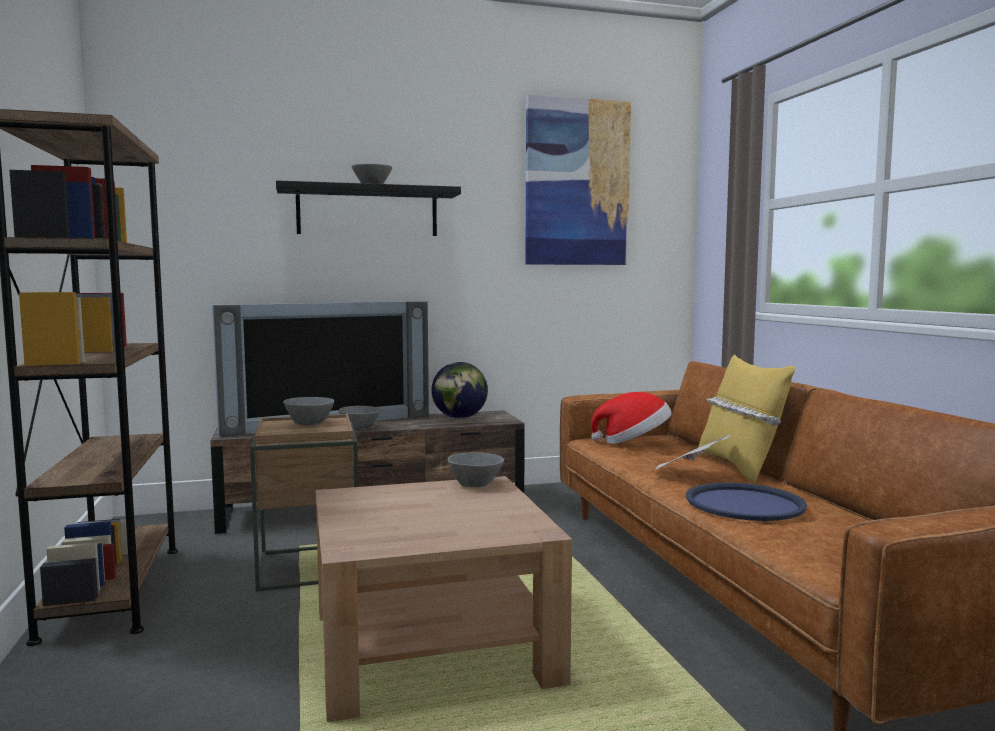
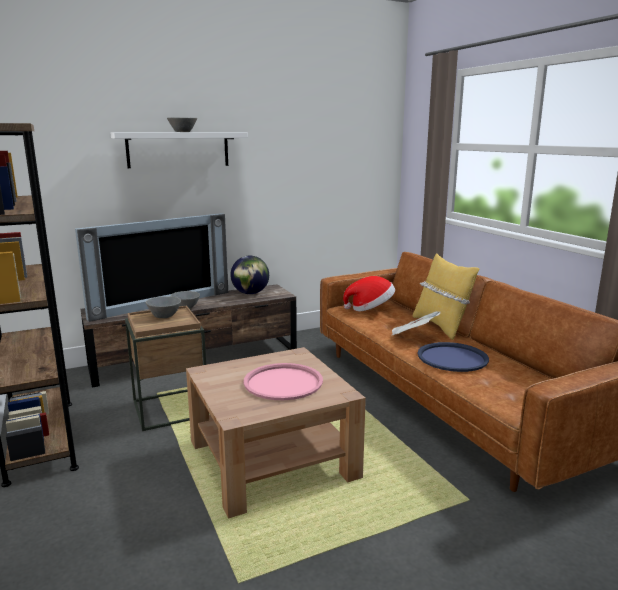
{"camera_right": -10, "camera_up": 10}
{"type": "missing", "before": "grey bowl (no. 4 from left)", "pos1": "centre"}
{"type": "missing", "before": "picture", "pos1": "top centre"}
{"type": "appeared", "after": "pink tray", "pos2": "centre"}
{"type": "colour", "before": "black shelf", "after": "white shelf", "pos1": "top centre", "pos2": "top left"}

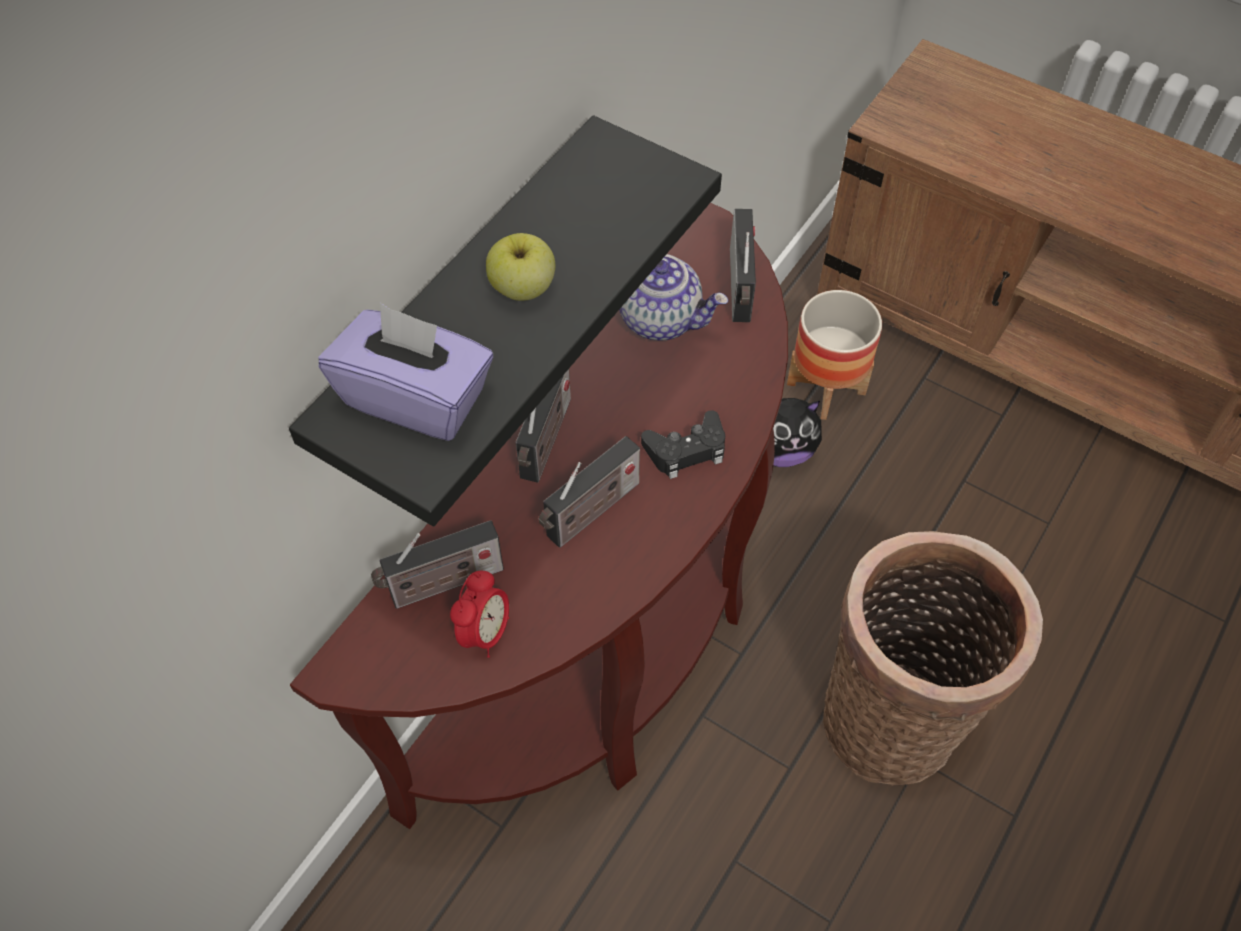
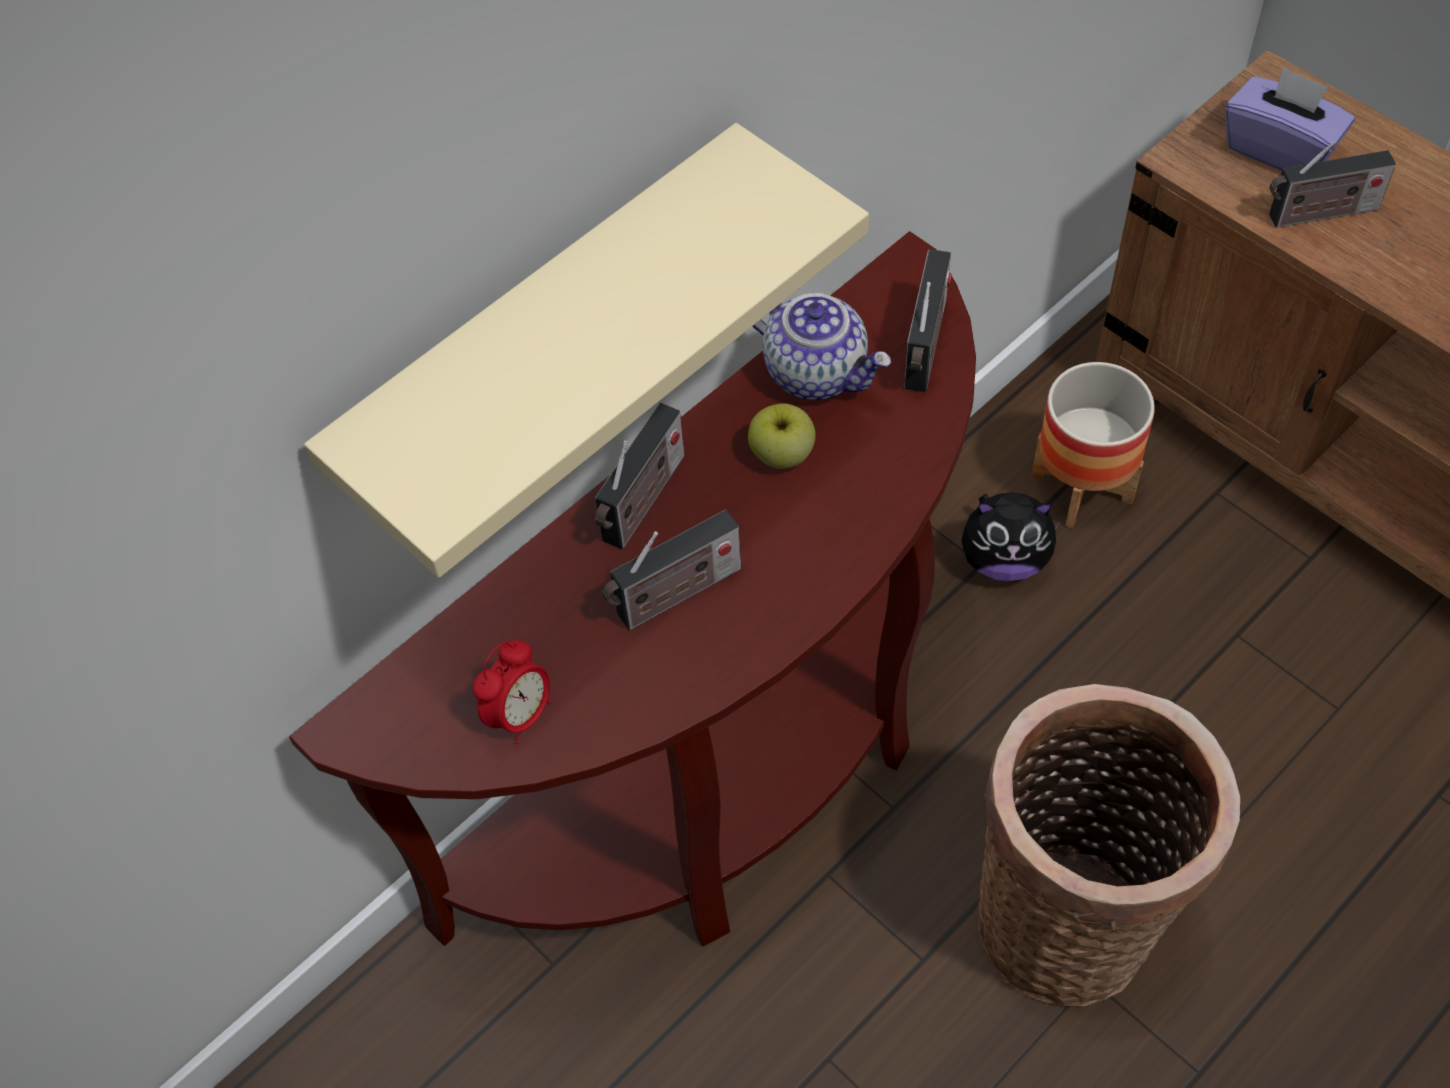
{"camera_right": 15, "camera_up": 0}
{"type": "missing", "before": "black game controller", "pos1": "centre"}
{"type": "relocated", "before": "purple tissue box", "pos1": "middle left", "pos2": "top right"}
{"type": "relocated", "before": "radio (no. 1 from left in the first image)", "after": "radio (no. 4 from left)", "pos1": "centre", "pos2": "top right"}
{"type": "relocated", "before": "apple", "pos1": "top centre", "pos2": "centre"}
{"type": "colour", "before": "black shelf", "after": "beige shelf", "pos1": "centre", "pos2": "top centre"}

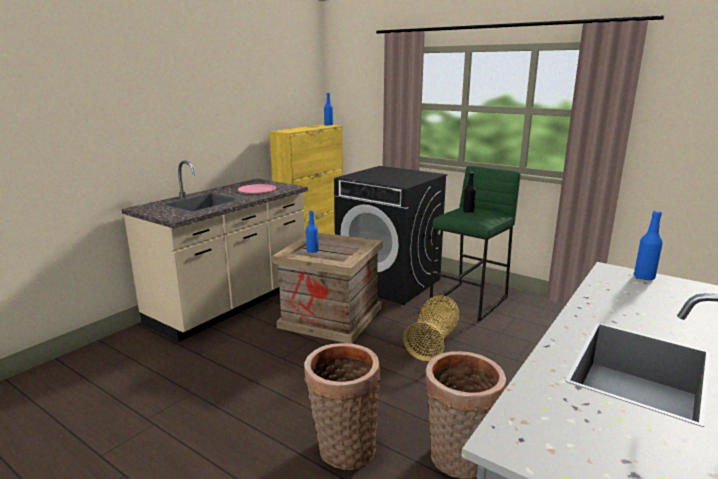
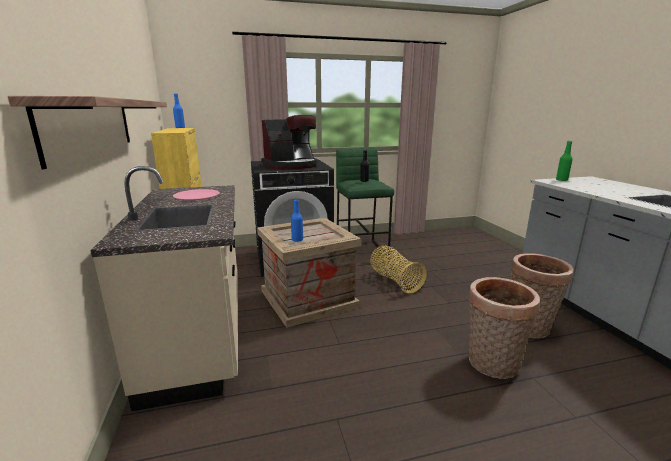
{"camera_right": -50, "camera_up": 0}
{"type": "appeared", "after": "shelf", "pos2": "top left"}
{"type": "appeared", "after": "coffee machine", "pos2": "top centre"}
{"type": "colour", "before": "blue bottle (no. 3 from left)", "after": "green bottle", "pos1": "middle right", "pos2": "middle right"}

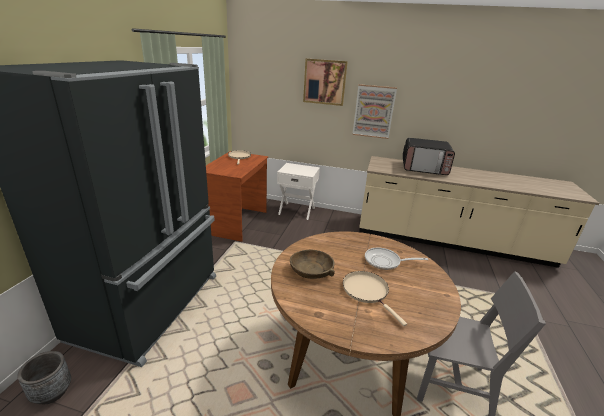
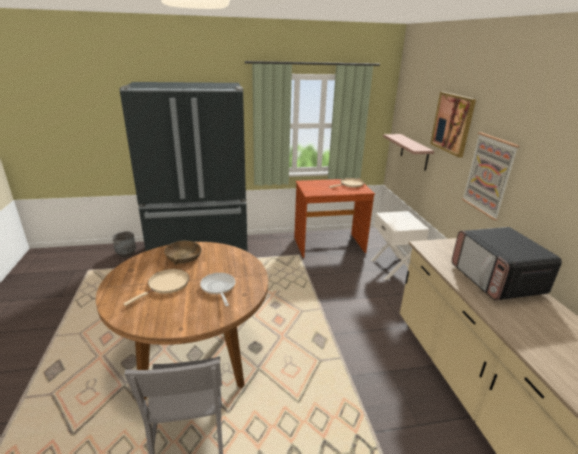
{"camera_right": 65, "camera_up": 0}
{"type": "appeared", "after": "shelf", "pos2": "middle right"}

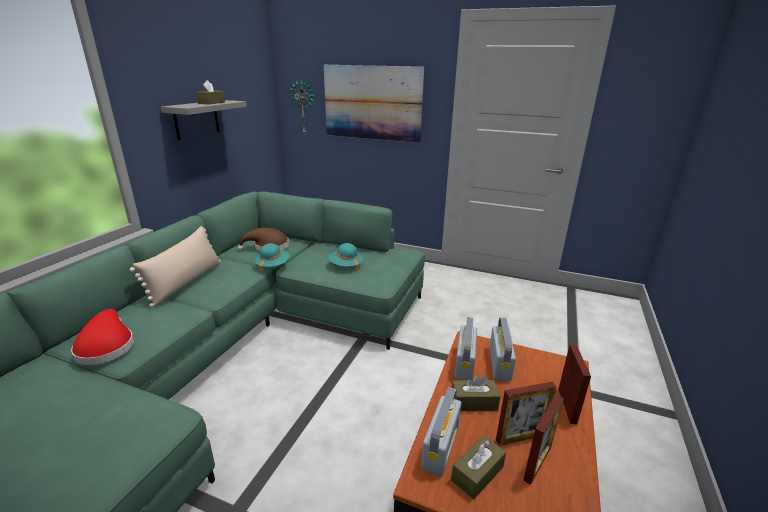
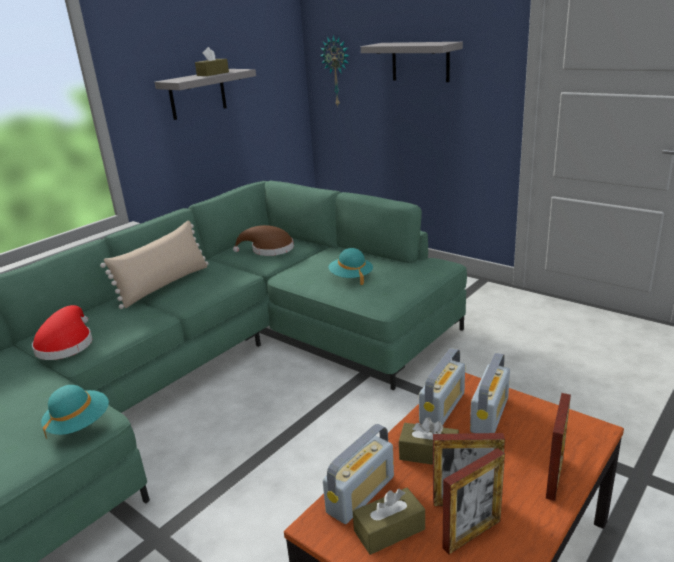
{"camera_right": 20, "camera_up": 0}
{"type": "relocated", "before": "turquoise hat (no. 1 from left)", "pos1": "centre", "pos2": "bottom left"}
{"type": "exchanged", "before": "picture", "after": "grey shelf (no. 2 from left)", "pos1": "top centre", "pos2": "top centre"}

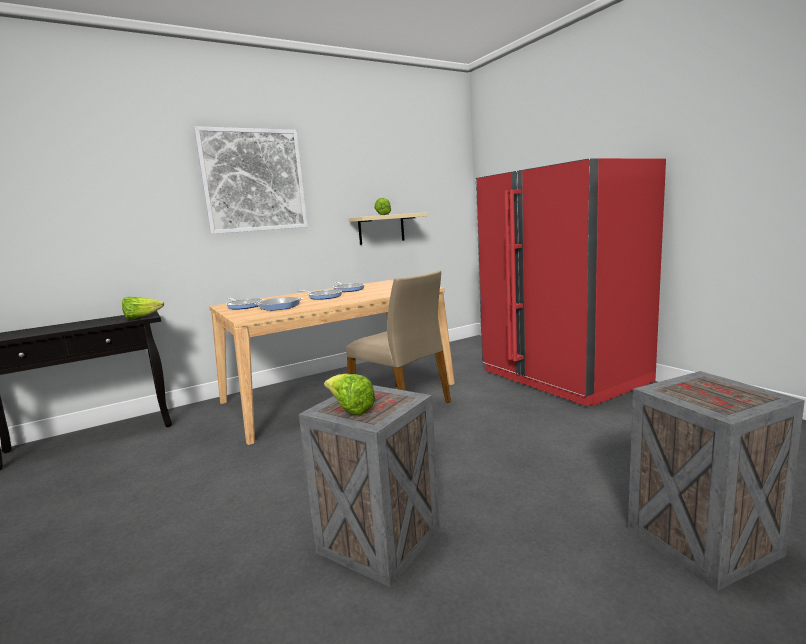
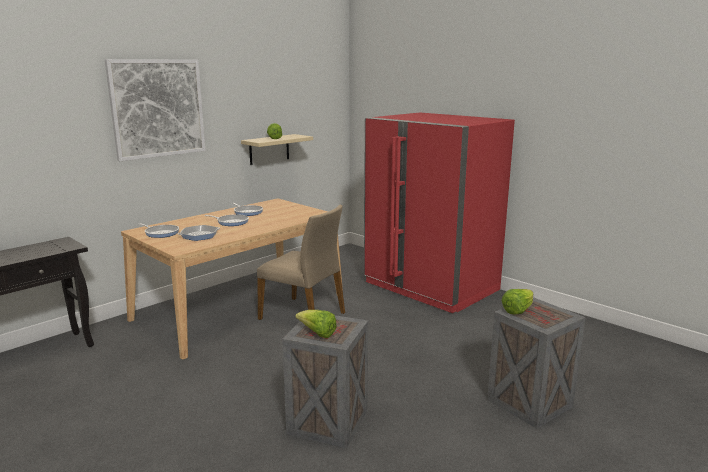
{"camera_right": -15, "camera_up": 5}
{"type": "relocated", "before": "lettuce (no. 1 from left in the first image)", "after": "lettuce (no. 3 from left)", "pos1": "middle left", "pos2": "middle right"}

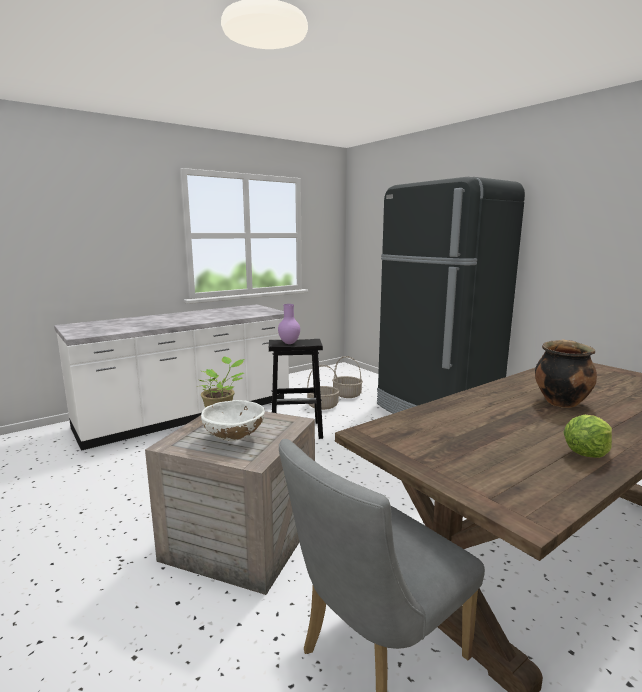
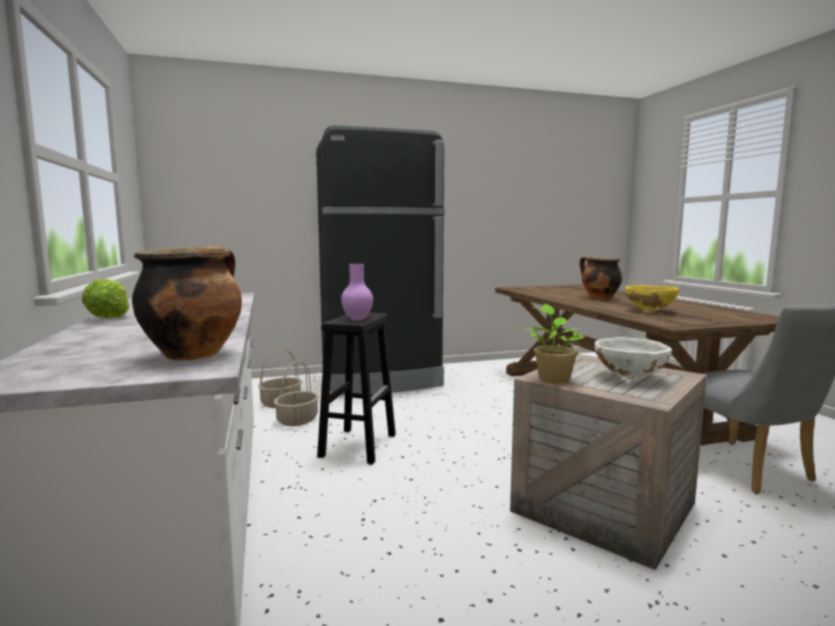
{"camera_right": -70, "camera_up": -5}
{"type": "appeared", "after": "cooking pot (no. 1 from left)", "pos2": "middle left"}
{"type": "appeared", "after": "yellow bowl", "pos2": "middle right"}
{"type": "relocated", "before": "lettuce", "pos1": "middle right", "pos2": "middle left"}

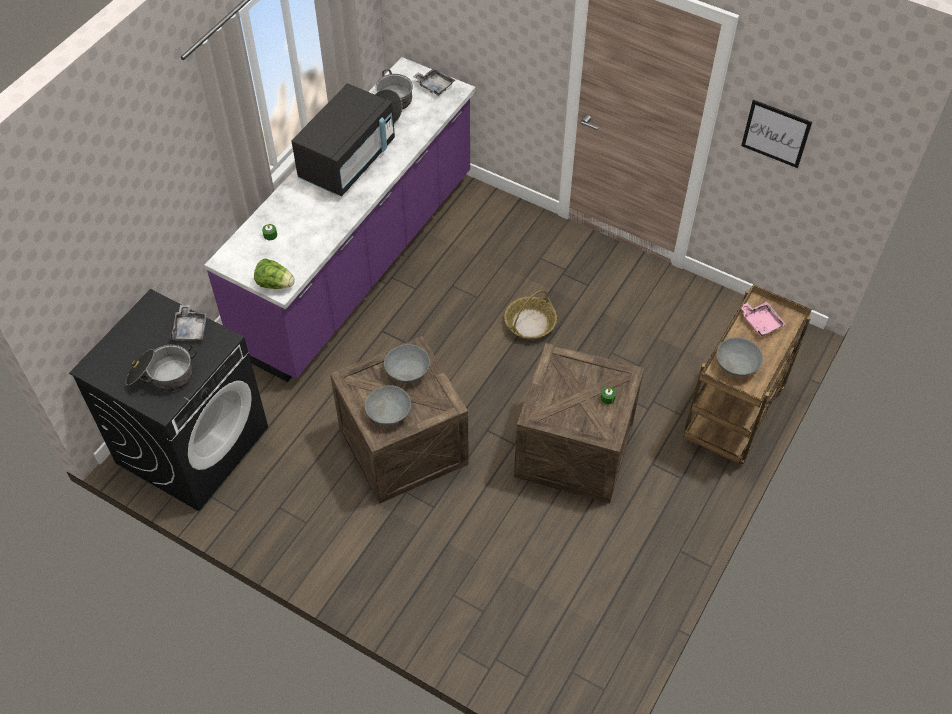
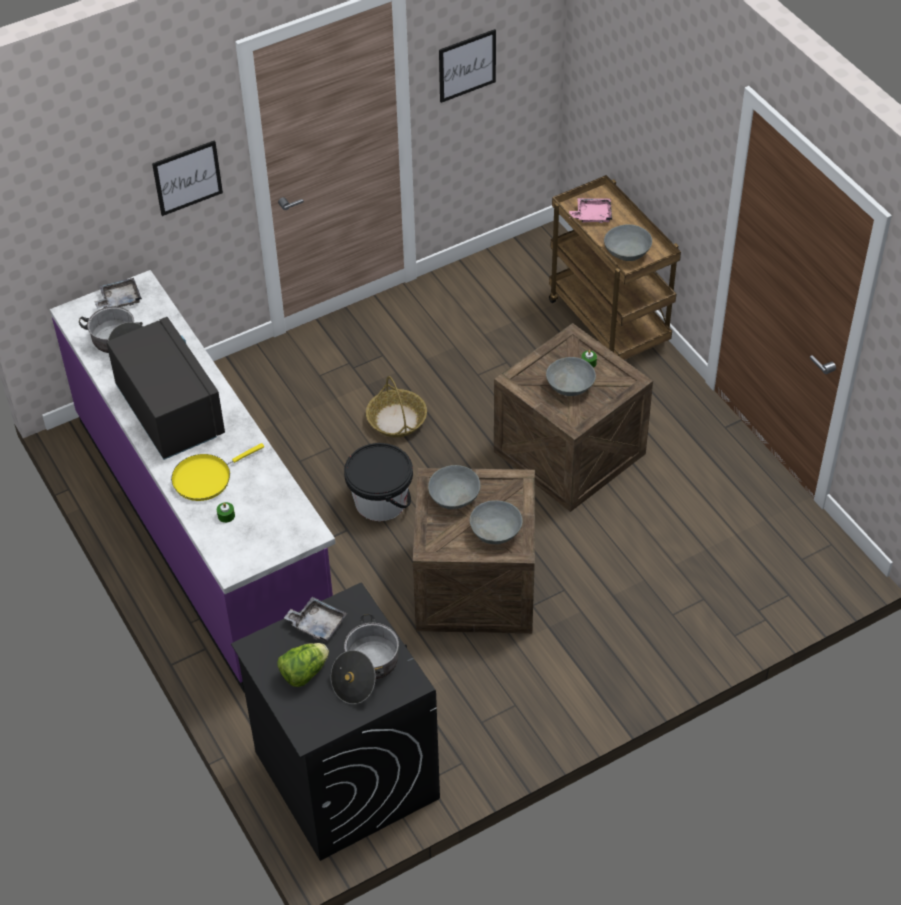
{"camera_right": -60, "camera_up": -5}
{"type": "appeared", "after": "picture (no. 1 from left)", "pos2": "top left"}
{"type": "appeared", "after": "yellow frying pan", "pos2": "middle left"}
{"type": "appeared", "after": "black bucket", "pos2": "centre"}
{"type": "appeared", "after": "grey bowl (no. 3 from left)", "pos2": "centre"}
{"type": "relocated", "before": "lettuce", "pos1": "middle left", "pos2": "bottom centre"}

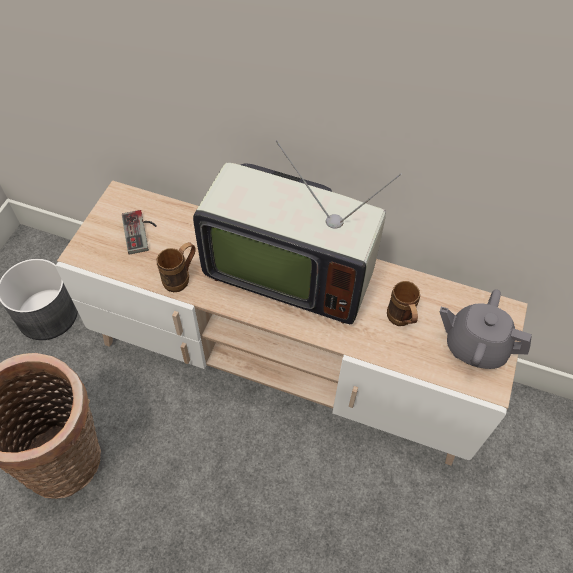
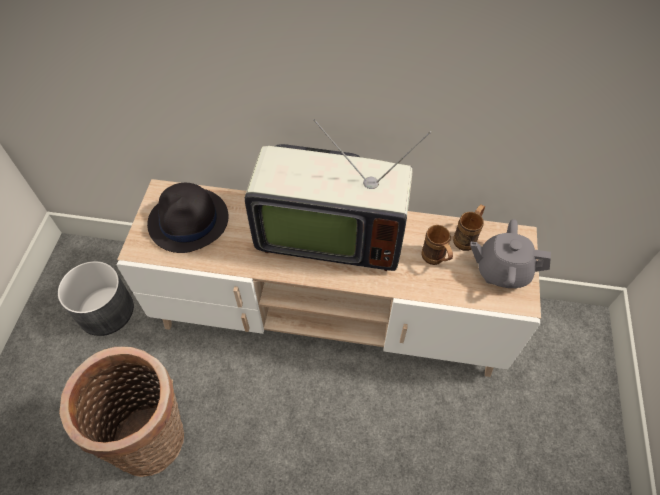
{"camera_right": -10, "camera_up": 0}
{"type": "relocated", "before": "brown mug (no. 1 from left in the first image)", "after": "brown mug (no. 2 from left)", "pos1": "middle left", "pos2": "middle right"}
{"type": "exchanged", "before": "game controller", "after": "black hat", "pos1": "middle left", "pos2": "middle left"}

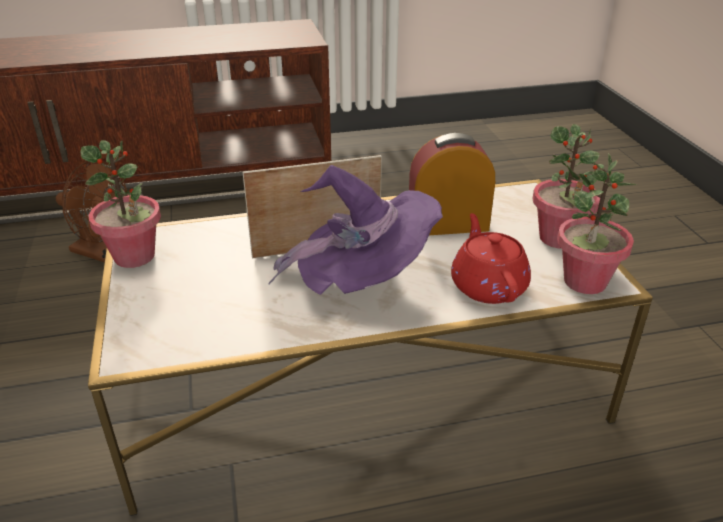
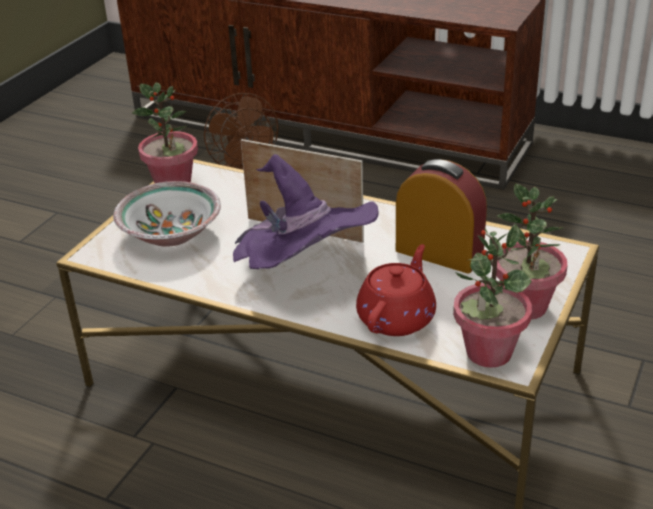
{"camera_right": 40, "camera_up": 0}
{"type": "appeared", "after": "bowl", "pos2": "middle left"}

